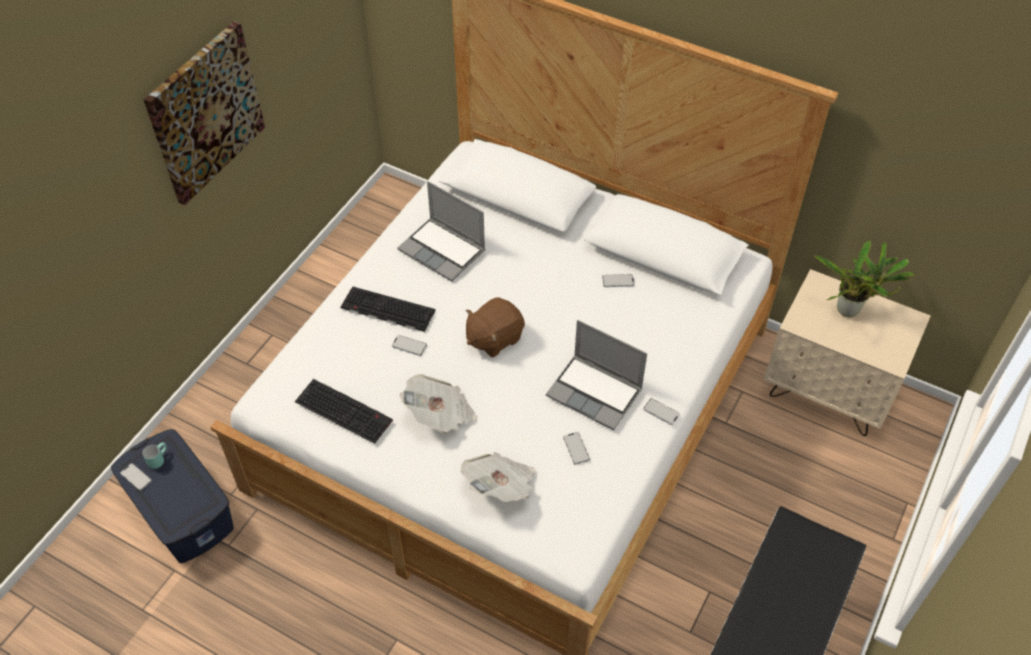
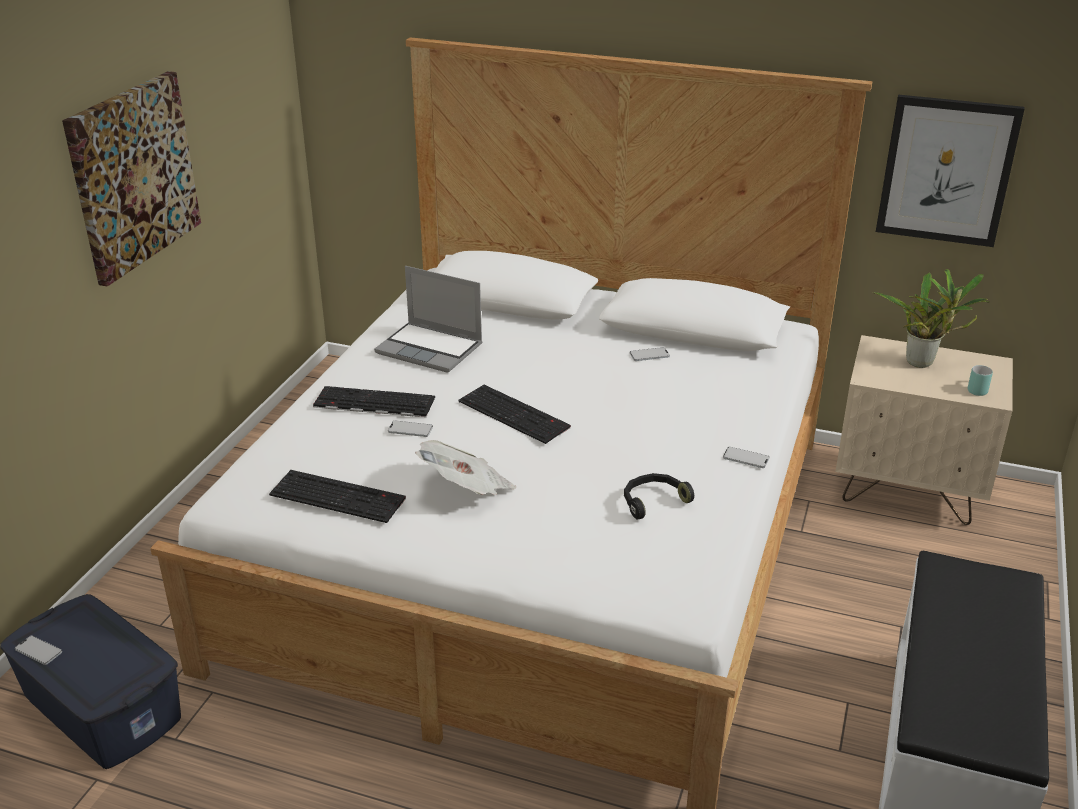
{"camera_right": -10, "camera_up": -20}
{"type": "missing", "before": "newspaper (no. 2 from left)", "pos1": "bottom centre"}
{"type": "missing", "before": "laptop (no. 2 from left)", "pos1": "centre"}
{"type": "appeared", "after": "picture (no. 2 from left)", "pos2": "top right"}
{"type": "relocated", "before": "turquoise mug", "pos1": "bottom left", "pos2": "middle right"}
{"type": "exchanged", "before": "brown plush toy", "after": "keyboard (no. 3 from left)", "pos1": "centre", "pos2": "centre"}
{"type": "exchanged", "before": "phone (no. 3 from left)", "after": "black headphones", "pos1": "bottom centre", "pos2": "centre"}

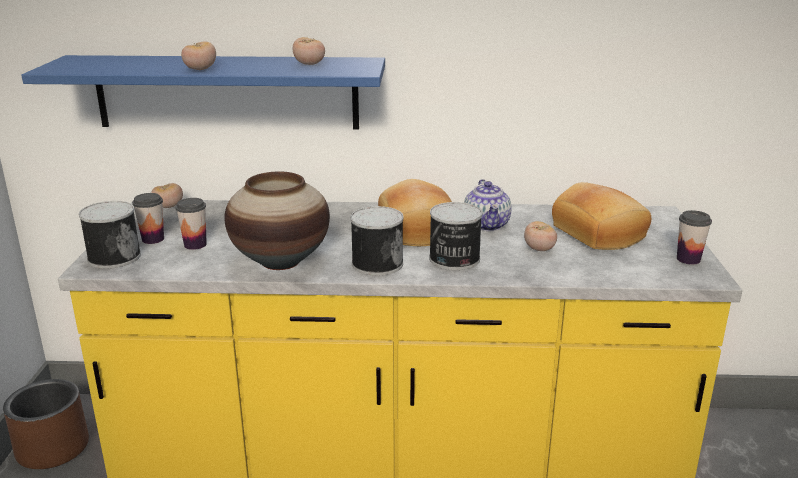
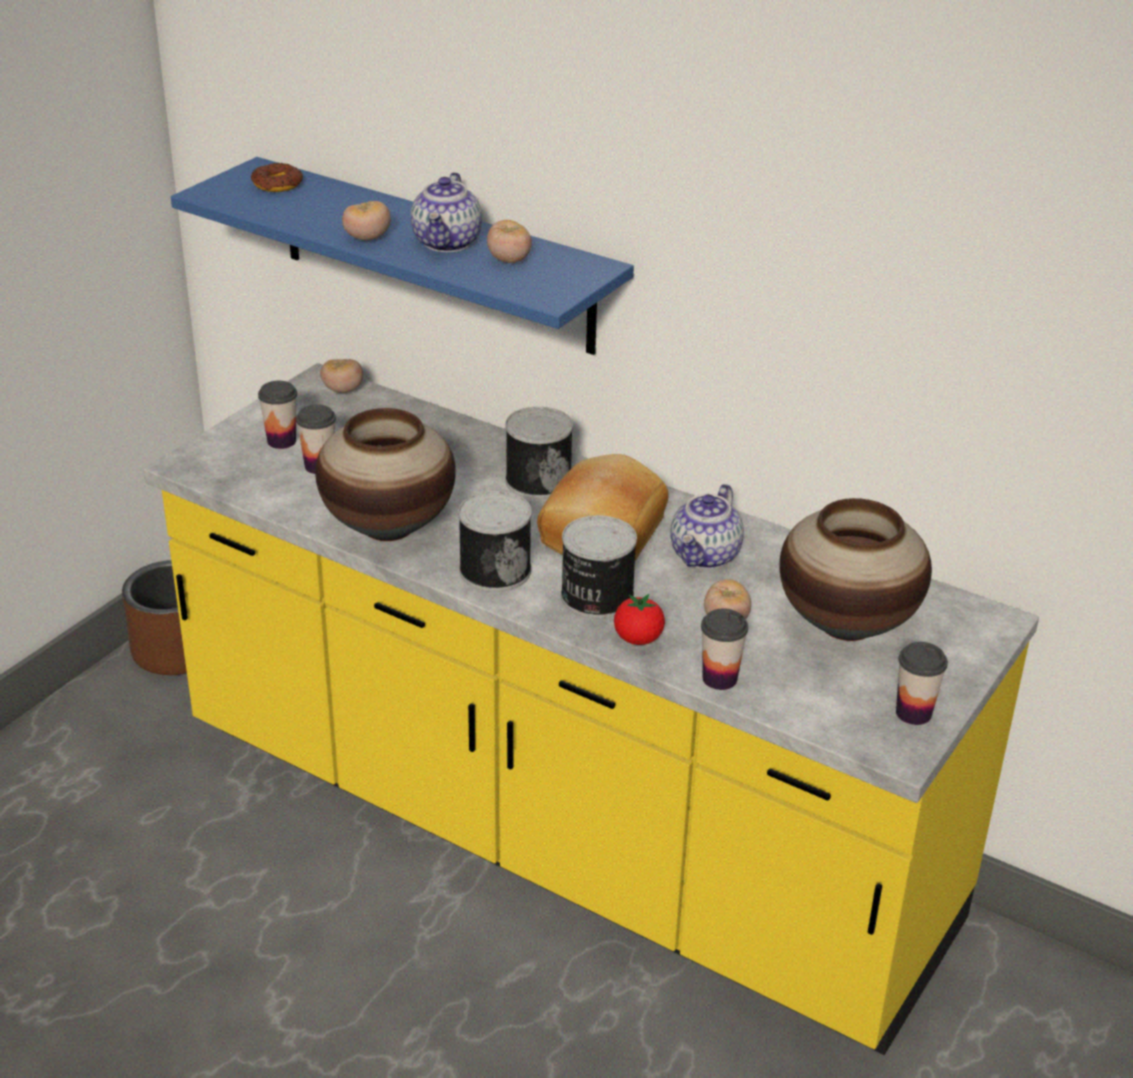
{"camera_right": 30, "camera_up": 10}
{"type": "appeared", "after": "donut", "pos2": "top left"}
{"type": "appeared", "after": "teapot (no. 1 from left)", "pos2": "top centre"}
{"type": "appeared", "after": "tomato (no. 4 from left)", "pos2": "centre"}
{"type": "appeared", "after": "cup (no. 3 from left)", "pos2": "centre"}
{"type": "relocated", "before": "can (no. 1 from left in the first image)", "after": "can (no. 2 from left)", "pos1": "middle left", "pos2": "centre"}
{"type": "exchanged", "before": "bread (no. 2 from left)", "after": "vase (no. 2 from left)", "pos1": "middle right", "pos2": "middle right"}

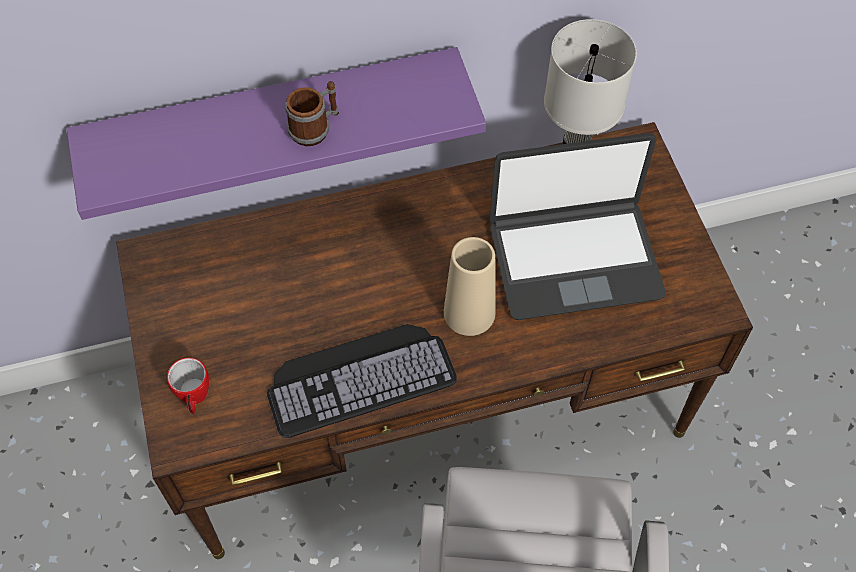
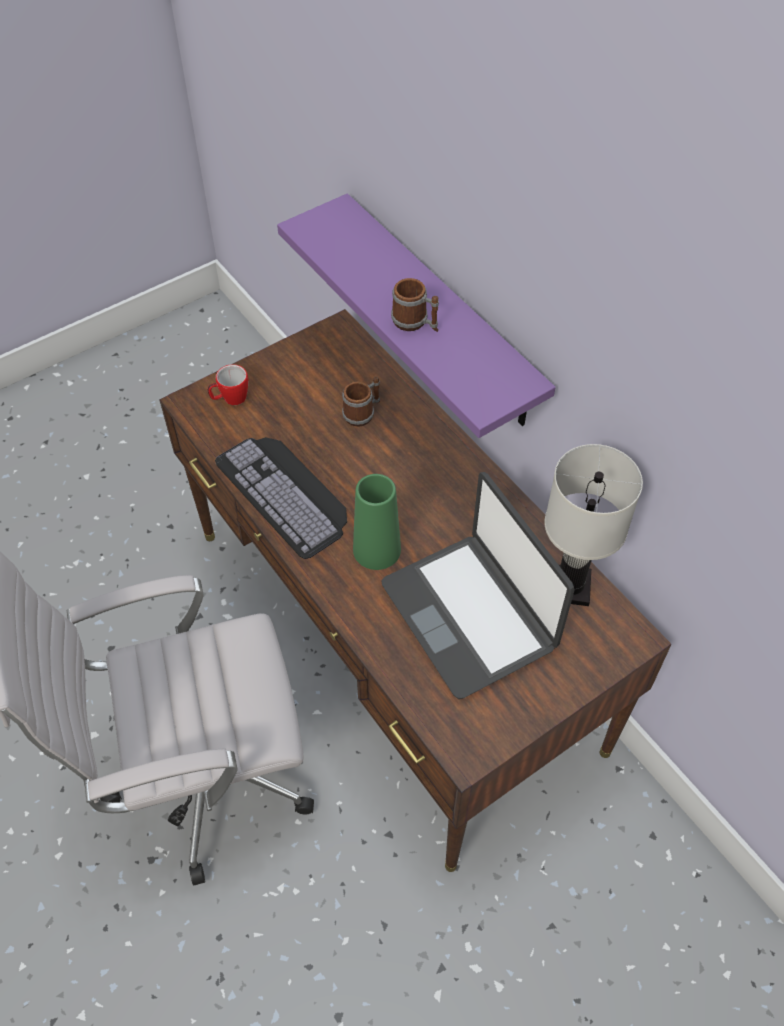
{"camera_right": 70, "camera_up": -5}
{"type": "appeared", "after": "mug (no. 2 from left)", "pos2": "centre"}
{"type": "colour", "before": "beige vase", "after": "green vase", "pos1": "centre", "pos2": "centre"}

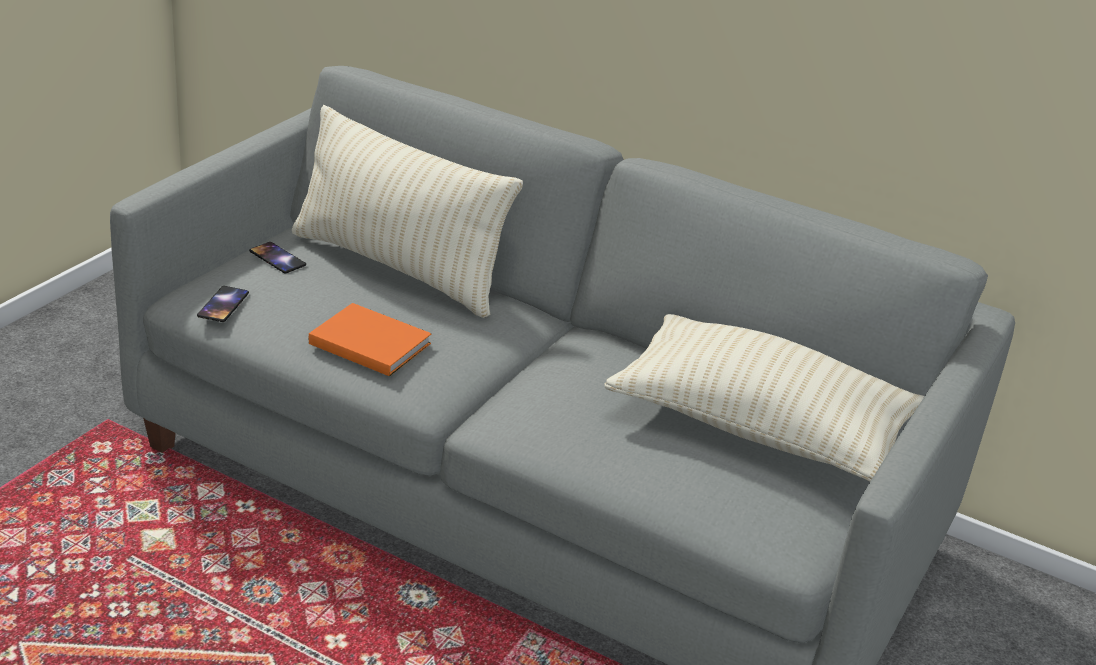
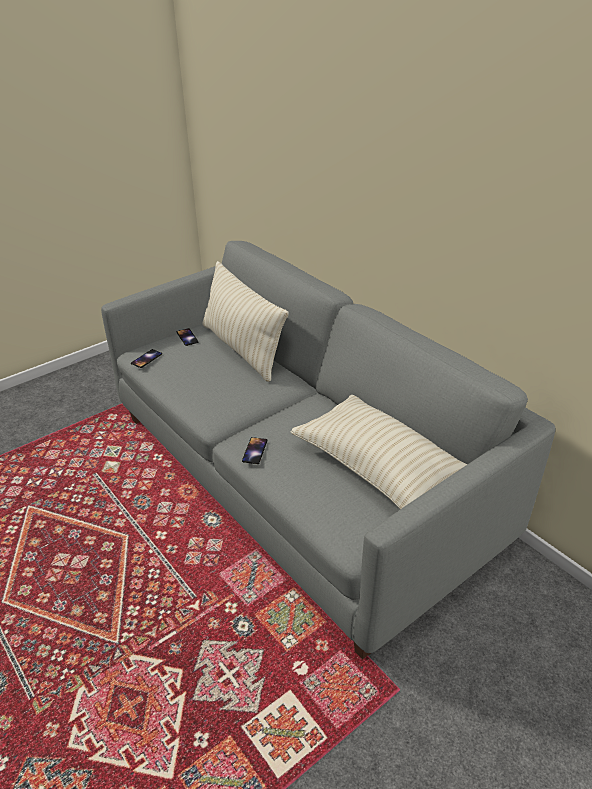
{"camera_right": 25, "camera_up": 5}
{"type": "missing", "before": "orange book", "pos1": "centre"}
{"type": "appeared", "after": "phone (no. 3 from left)", "pos2": "centre"}

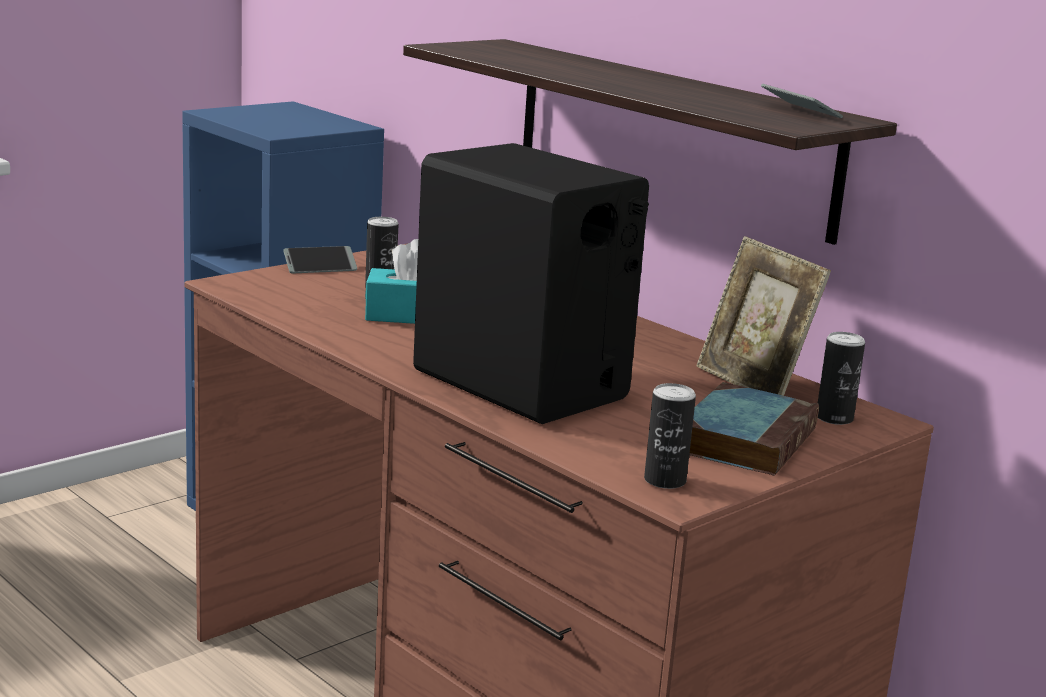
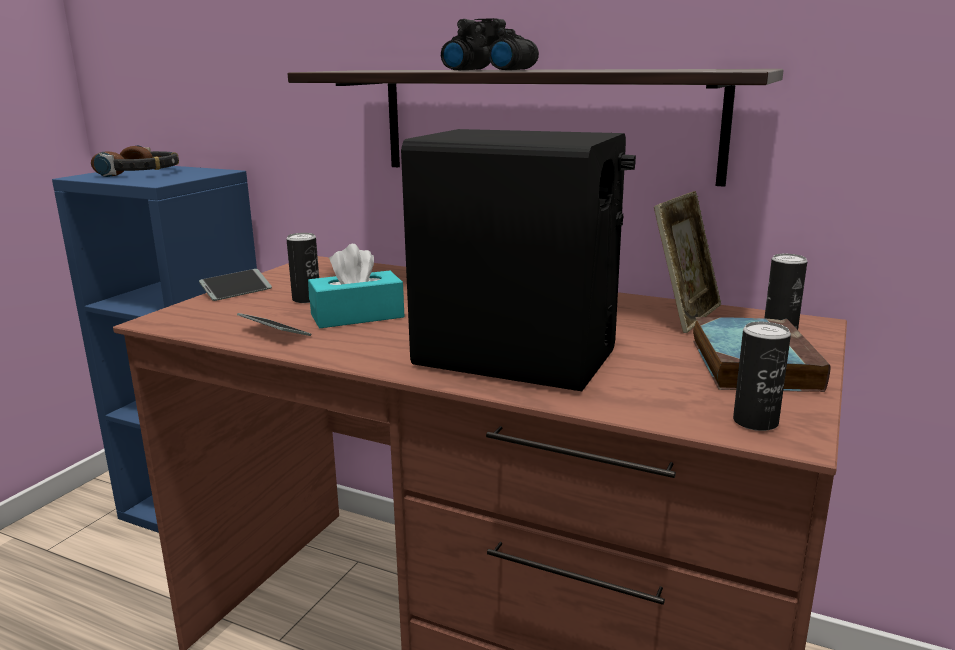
{"camera_right": -20, "camera_up": 0}
{"type": "appeared", "after": "headphones", "pos2": "top left"}
{"type": "appeared", "after": "black binoculars", "pos2": "top centre"}
{"type": "relocated", "before": "phone (no. 2 from left)", "pos1": "top right", "pos2": "middle left"}
{"type": "spun", "before": "picture frame", "pos1": "middle right", "pos2": "middle right", "turn": -90}

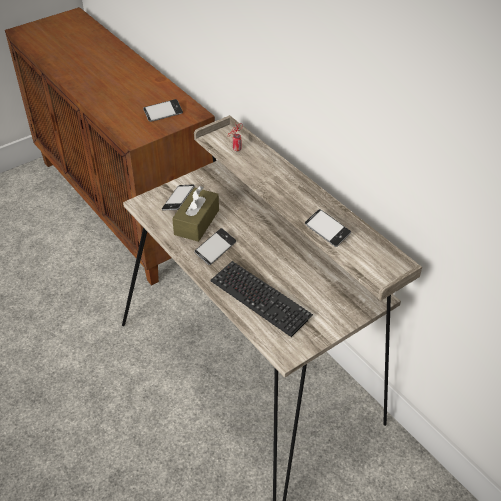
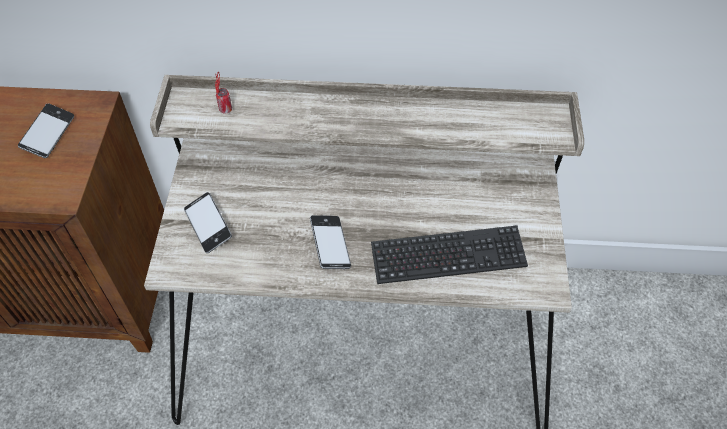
{"camera_right": -50, "camera_up": 10}
{"type": "missing", "before": "brown tissue box", "pos1": "centre"}
{"type": "missing", "before": "phone (no. 4 from left)", "pos1": "centre"}

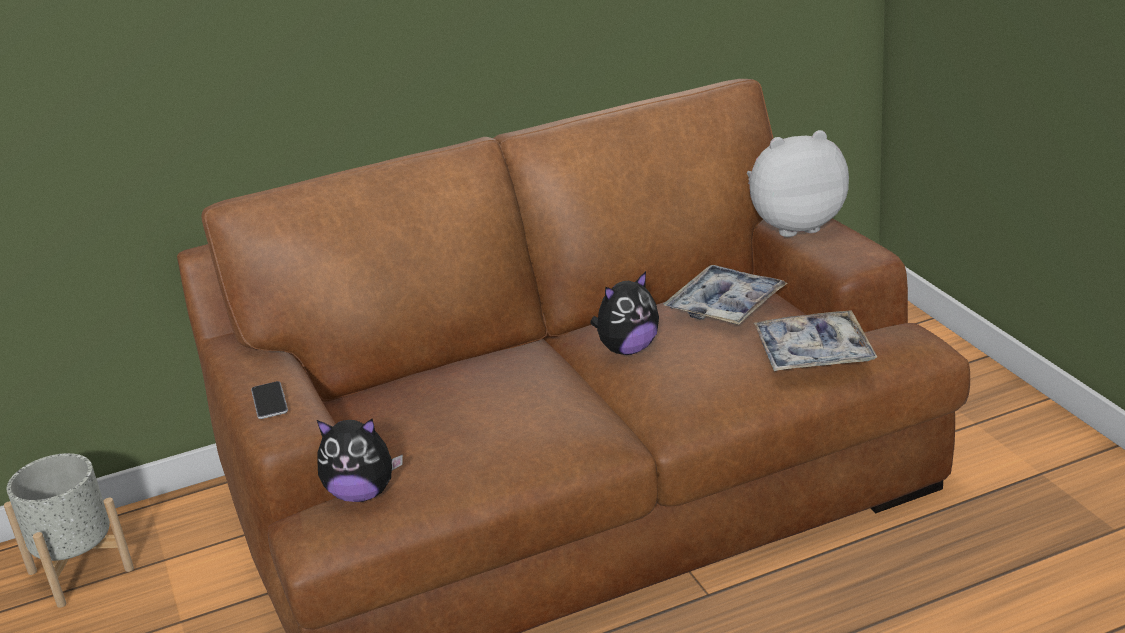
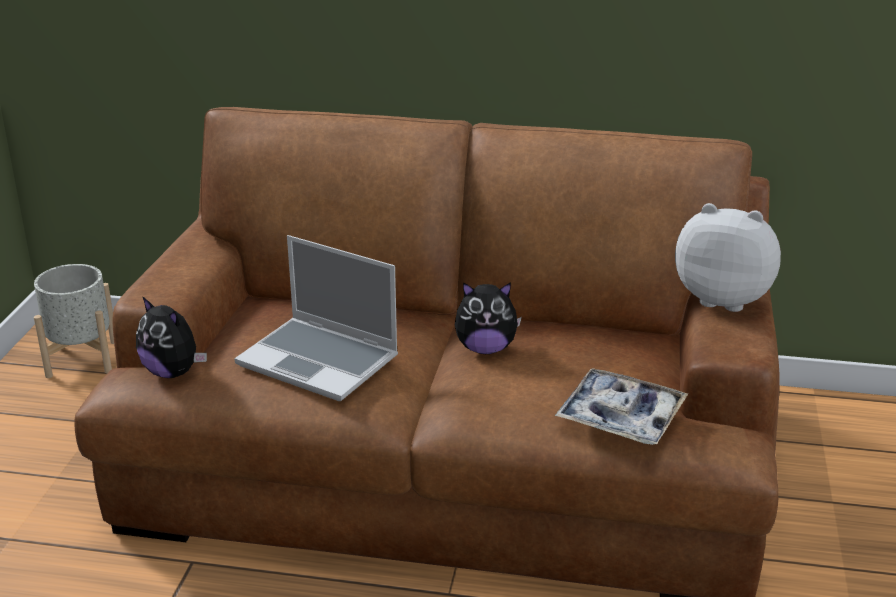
{"camera_right": 30, "camera_up": 0}
{"type": "missing", "before": "phone", "pos1": "middle left"}
{"type": "missing", "before": "tray (no. 1 from left)", "pos1": "centre"}
{"type": "appeared", "after": "laptop", "pos2": "centre"}

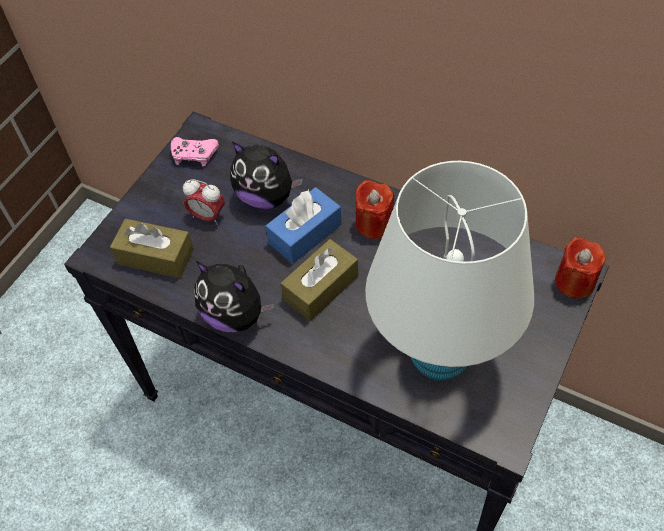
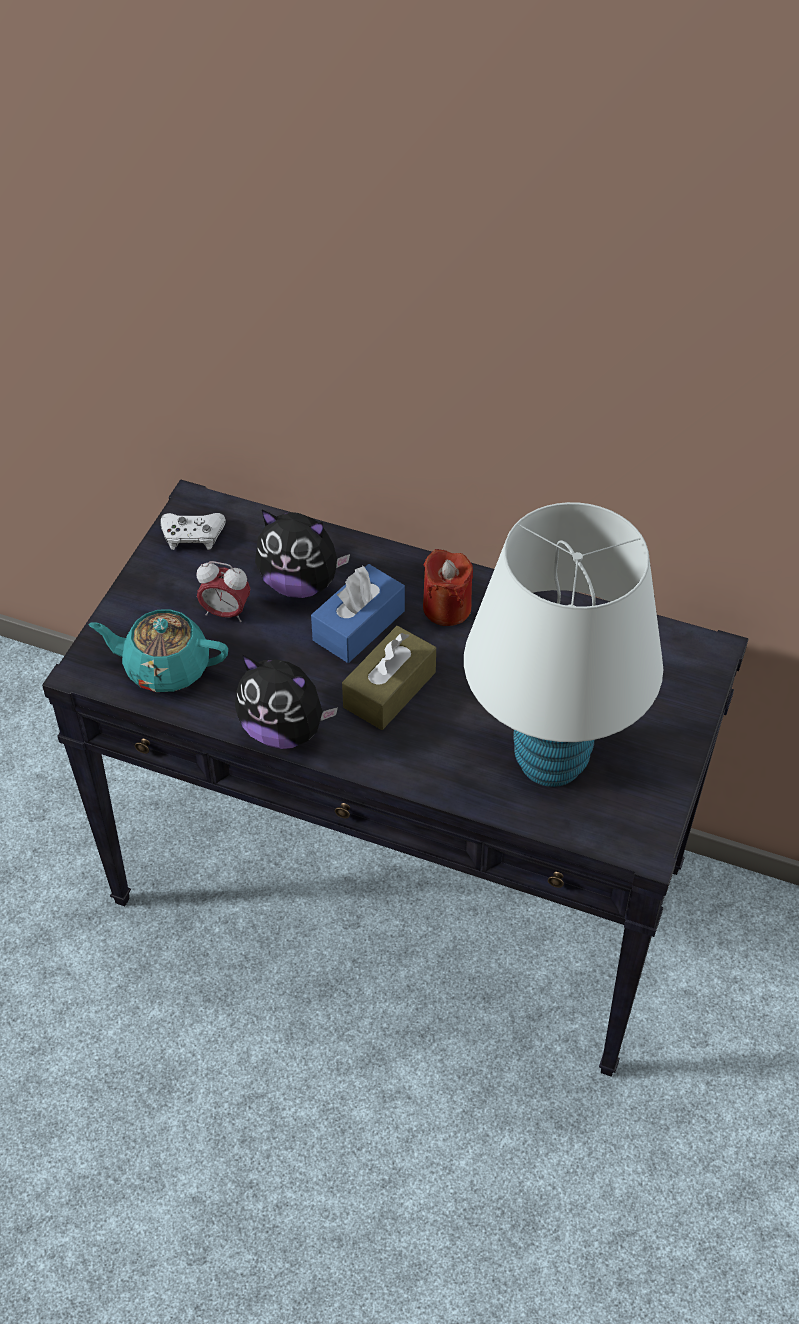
{"camera_right": -10, "camera_up": -5}
{"type": "missing", "before": "red candle (no. 2 from left)", "pos1": "middle right"}
{"type": "exchanged", "before": "brown tissue box (no. 1 from left)", "after": "turquoise teapot", "pos1": "middle left", "pos2": "middle left"}
{"type": "colour", "before": "pink game controller", "after": "white game controller", "pos1": "top left", "pos2": "middle left"}

